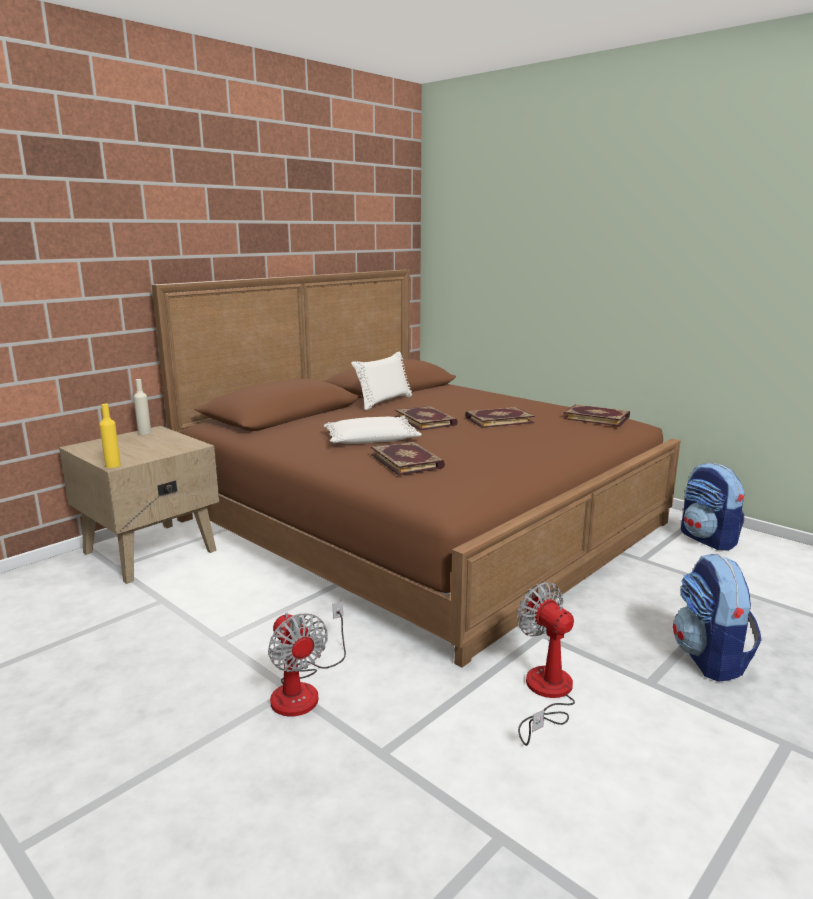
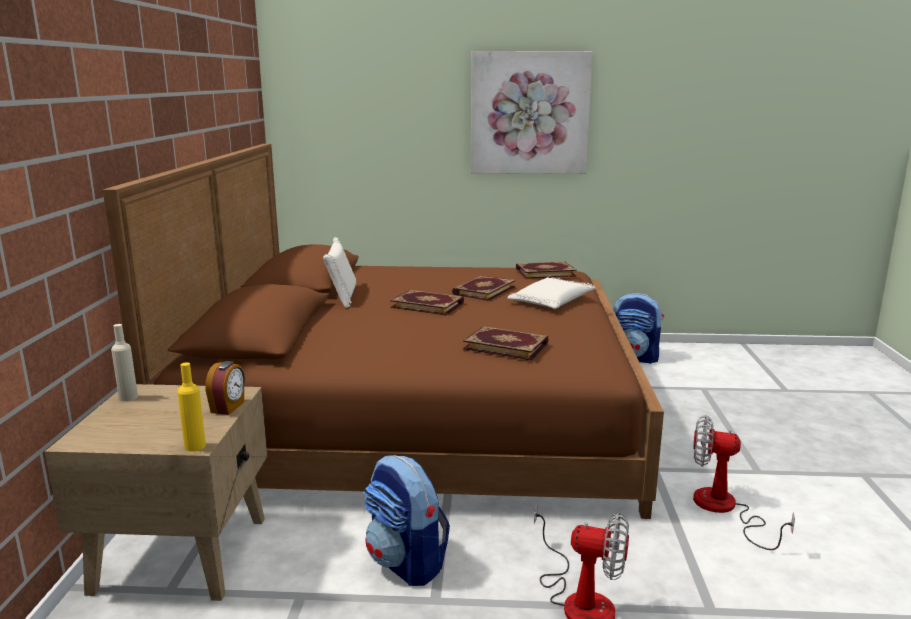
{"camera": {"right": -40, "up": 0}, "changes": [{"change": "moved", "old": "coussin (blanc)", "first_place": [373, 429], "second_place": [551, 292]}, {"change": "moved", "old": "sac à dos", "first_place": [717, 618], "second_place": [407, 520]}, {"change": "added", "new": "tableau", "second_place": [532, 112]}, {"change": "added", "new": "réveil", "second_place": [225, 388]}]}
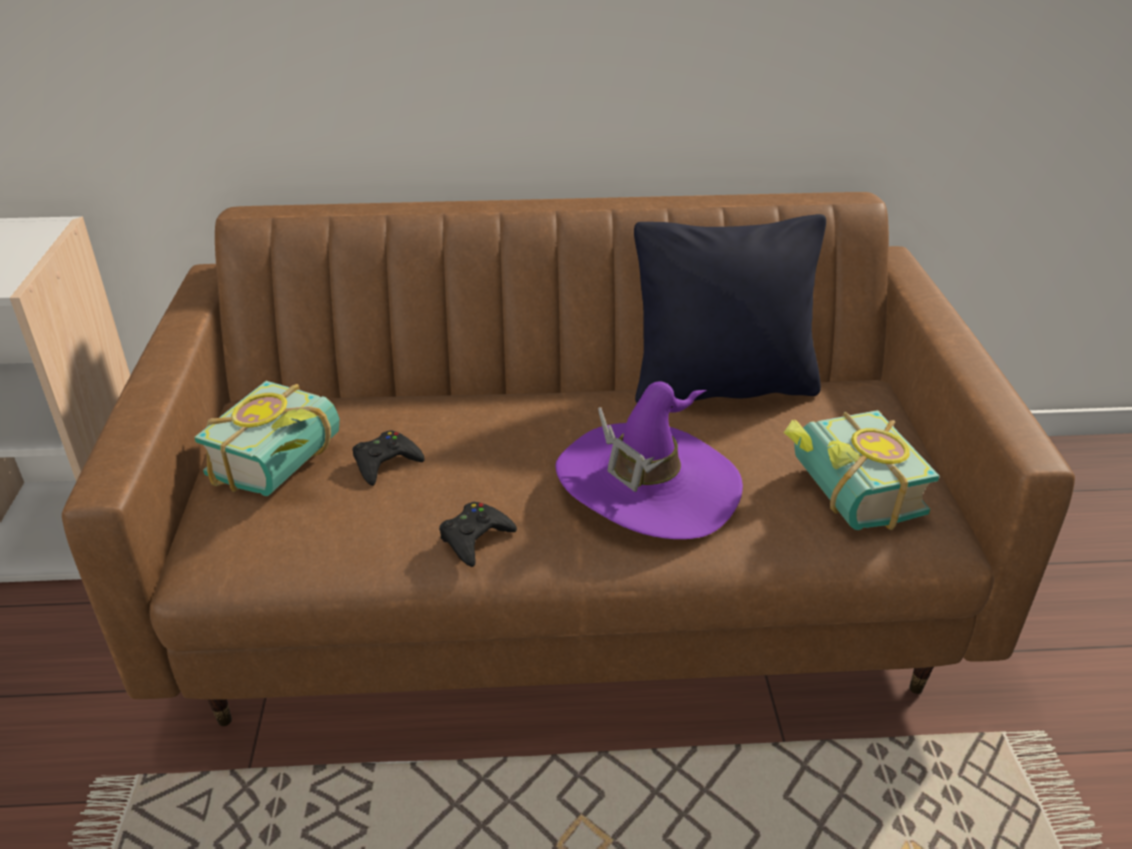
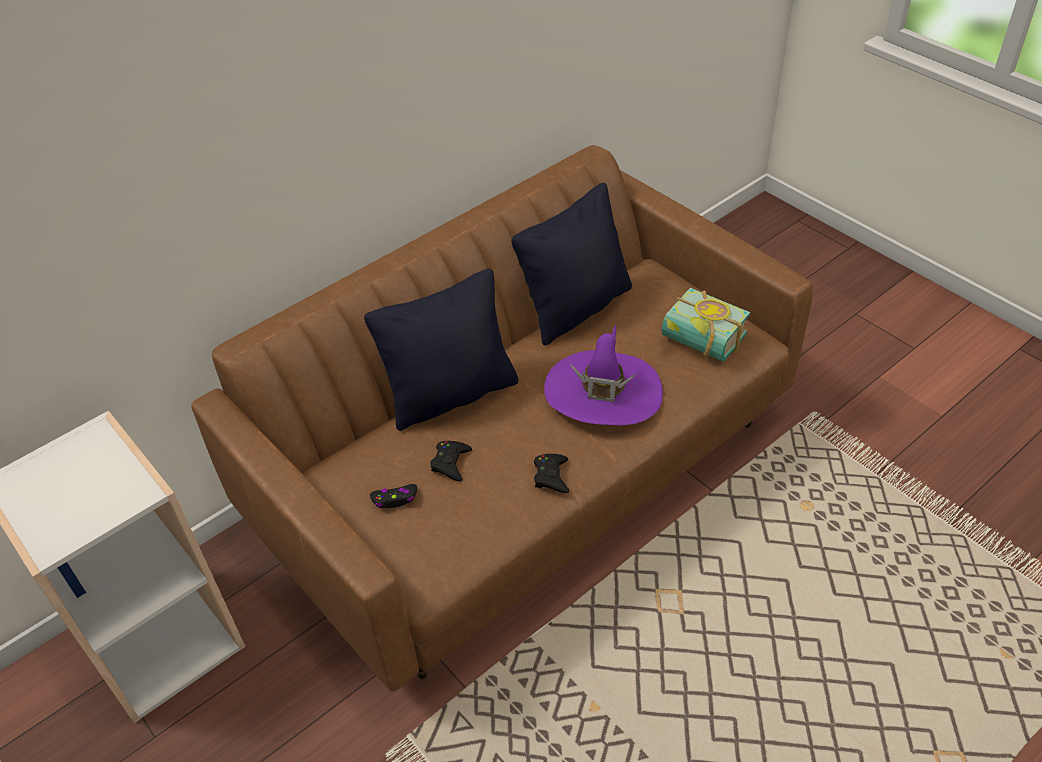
{"camera": {"right": -35, "up": 10}, "changes": [{"change": "replaced", "old": "livre", "new": "manette (noir)", "first_place": [267, 438], "second_place": [393, 496]}, {"change": "added", "new": "coussin (noir)", "second_place": [441, 350]}]}
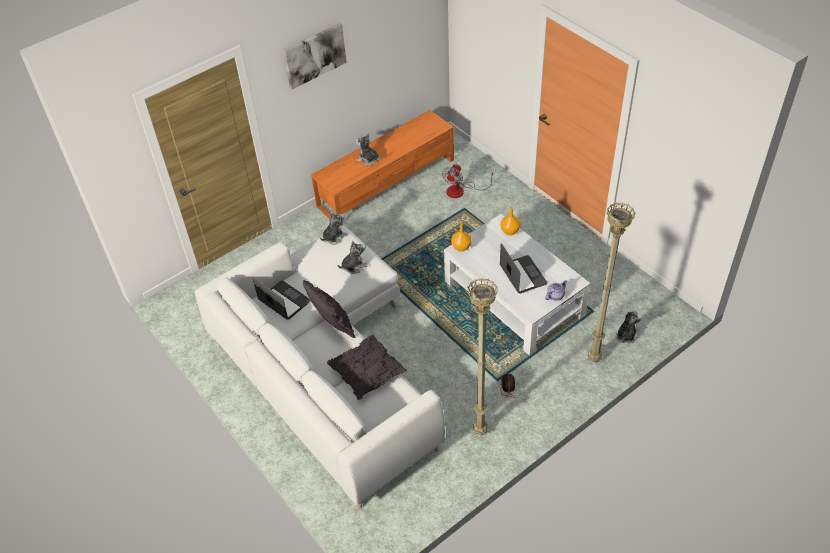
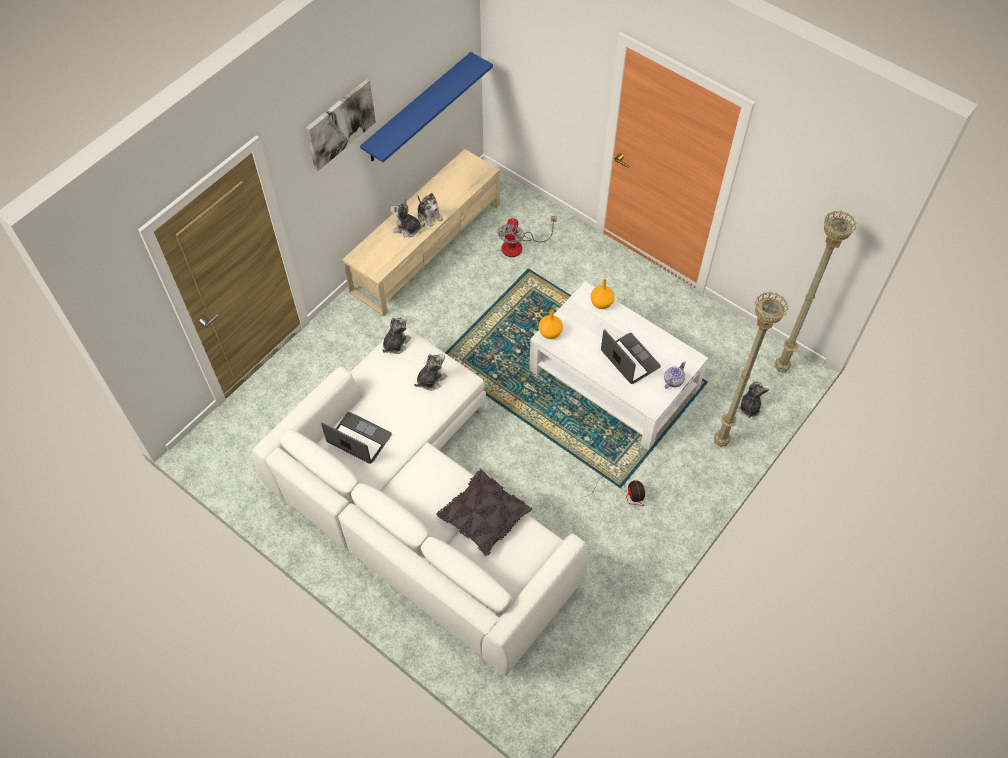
{"camera": {"right": -15, "up": 10}, "changes": [{"change": "recoloured", "old": "meuble télé (orange)", "new": "meuble télé (beige)", "first_place": [382, 168], "second_place": [421, 232]}, {"change": "moved", "old": "lampadaire (beige)", "first_place": [482, 356], "second_place": [815, 292]}, {"change": "removed", "old": "coussin (noir)", "first_place": [329, 309]}, {"change": "added", "new": "étagère (bleu)", "second_place": [426, 107]}, {"change": "added", "new": "peluche", "second_place": [430, 210]}]}
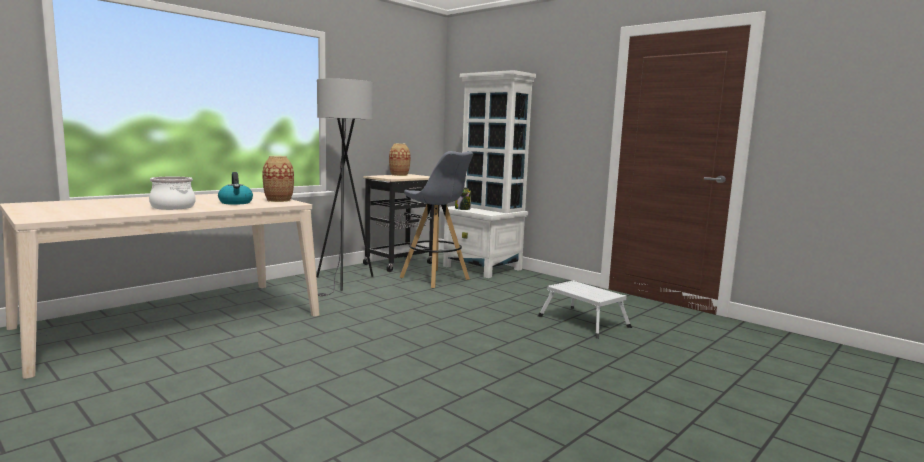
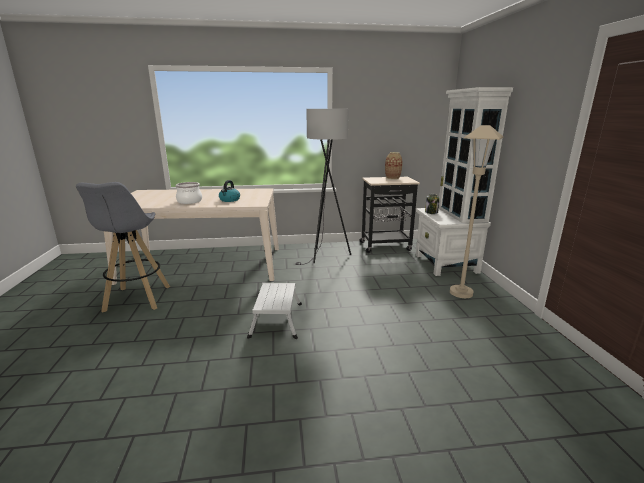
{"camera": {"right": 40, "up": 10}, "changes": [{"change": "moved", "old": "tabouret (gris)", "first_place": [436, 219], "second_place": [123, 247]}, {"change": "removed", "old": "vase", "first_place": [278, 179]}, {"change": "moved", "old": "escabeau (blanc)", "first_place": [585, 309], "second_place": [274, 311]}, {"change": "added", "new": "lampadaire (beige)", "second_place": [476, 211]}]}
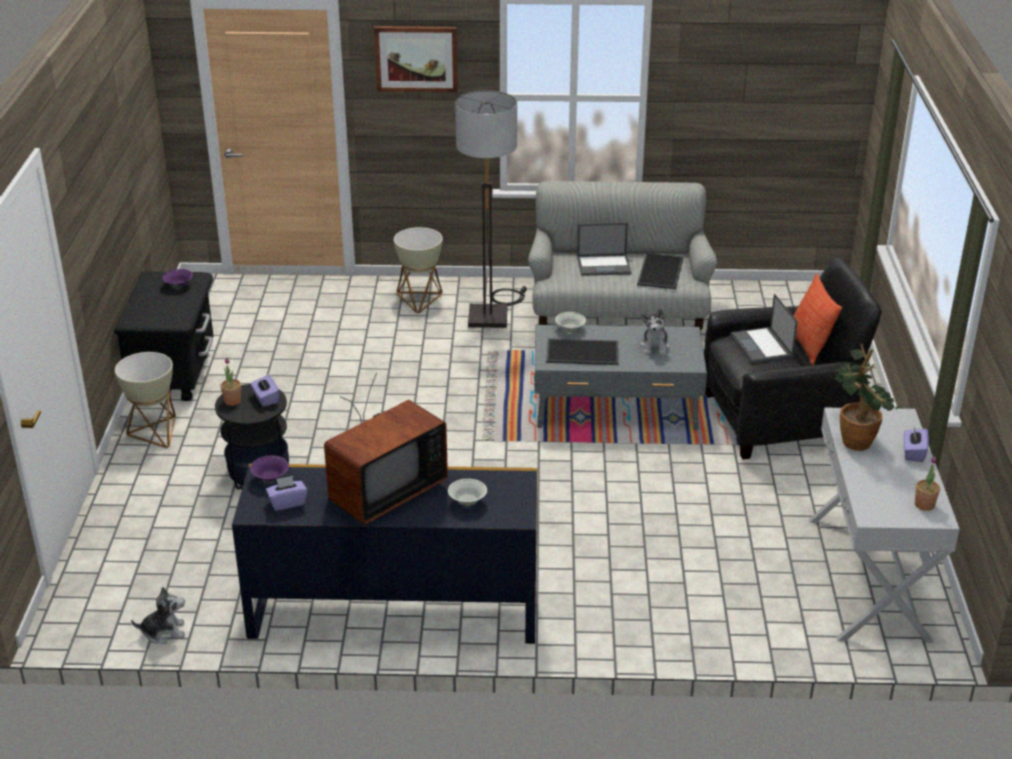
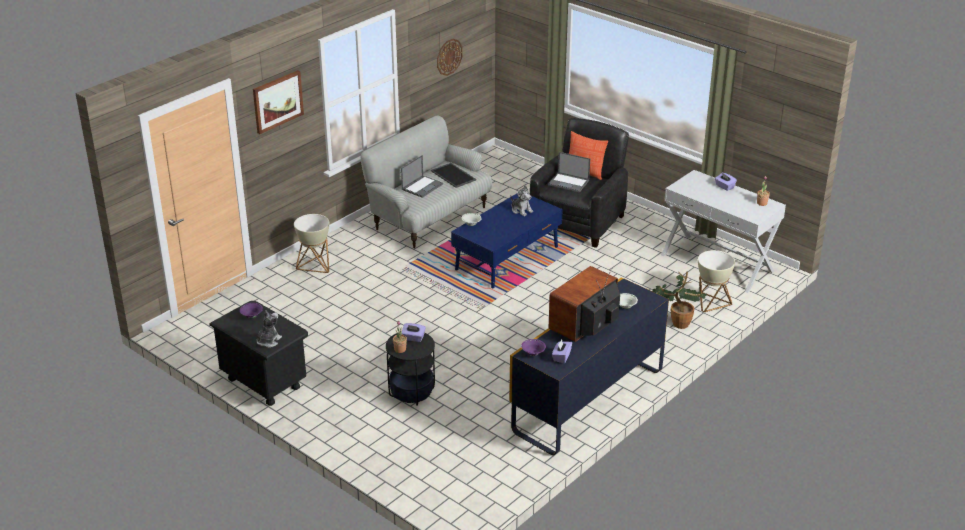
{"camera": {"right": -50, "up": 0}, "changes": [{"change": "removed", "old": "lampadaire", "first_place": [491, 209]}, {"change": "recoloured", "old": "table basse (gris)", "new": "table basse (bleu)", "first_place": [620, 377], "second_place": [507, 241]}, {"change": "removed", "old": "plateau", "first_place": [582, 351]}, {"change": "moved", "old": "plante en pot", "first_place": [867, 397], "second_place": [680, 300]}, {"change": "moved", "old": "cache-pot", "first_place": [145, 400], "second_place": [716, 281]}, {"change": "turned", "old": "téléviseur", "first_place": [386, 448], "second_place": [584, 304], "degrees": -135}, {"change": "moved", "old": "peluche", "first_place": [158, 615], "second_place": [269, 329]}, {"change": "added", "new": "horloge murale", "second_place": [450, 57]}]}
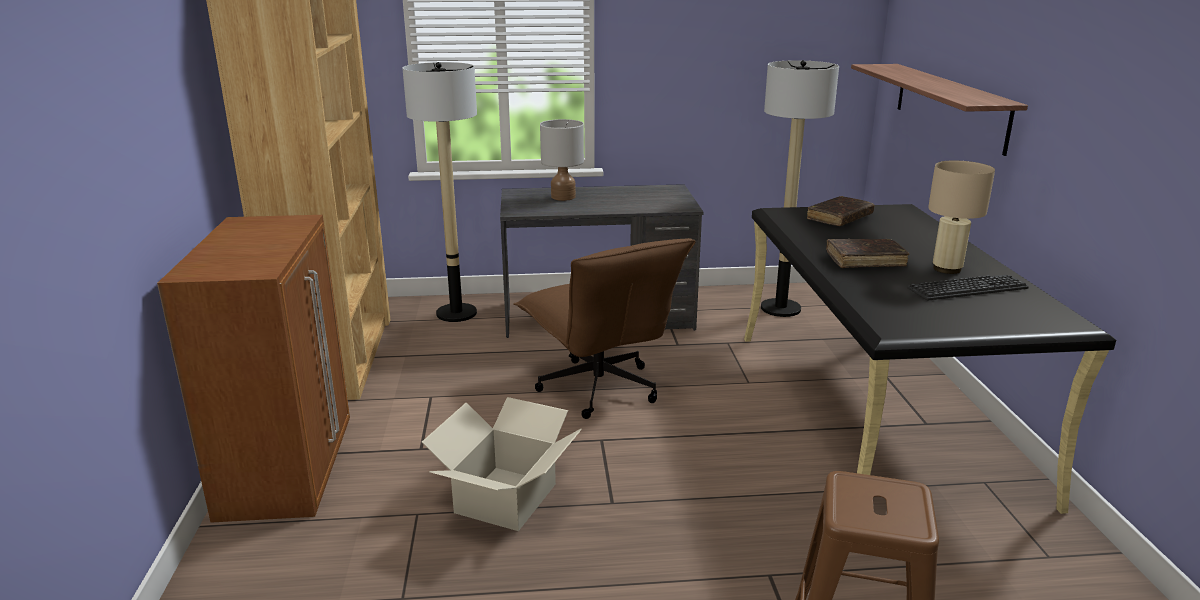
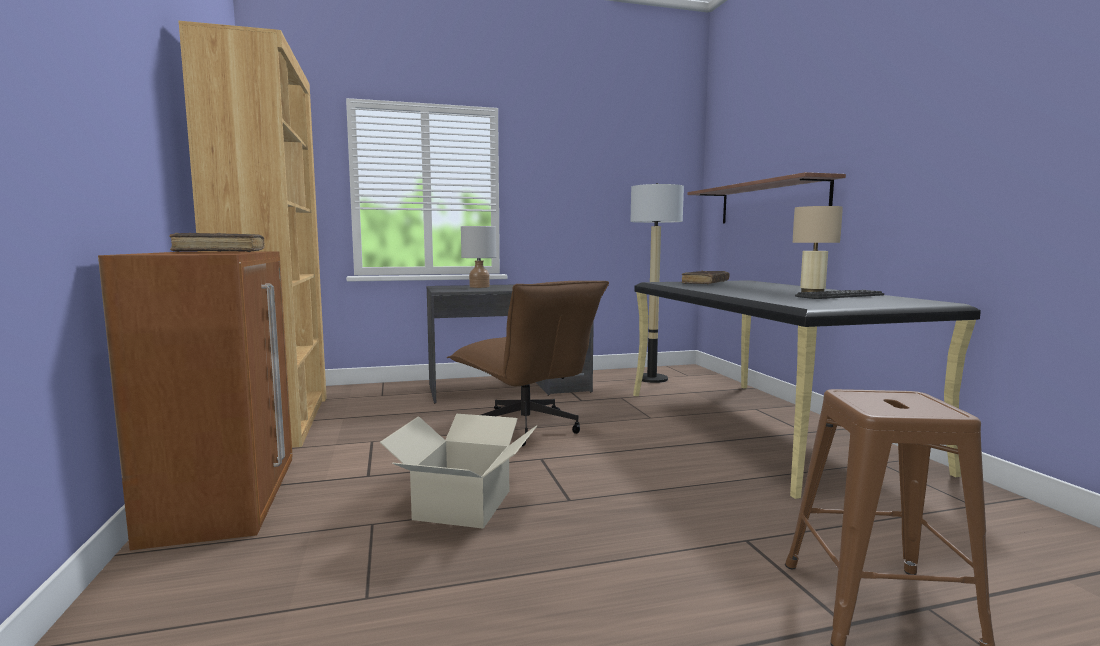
{"camera": {"right": -10, "up": -15}, "changes": [{"change": "removed", "old": "lampadaire", "first_place": [439, 192]}, {"change": "moved", "old": "livre (marron)", "first_place": [867, 253], "second_place": [216, 242]}]}
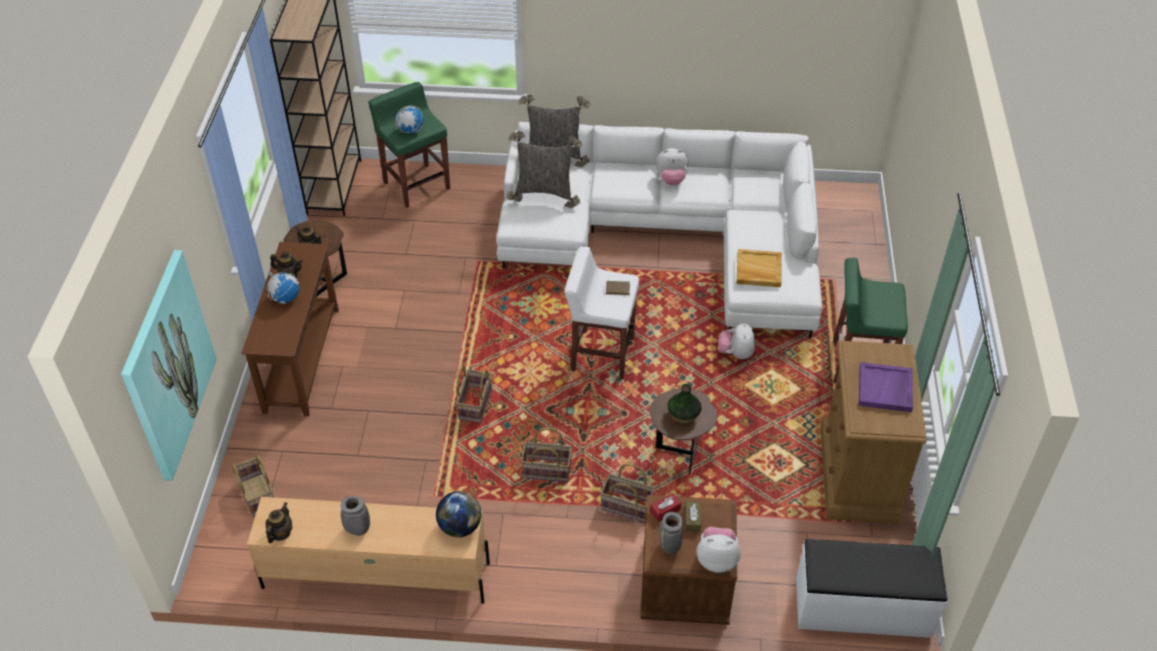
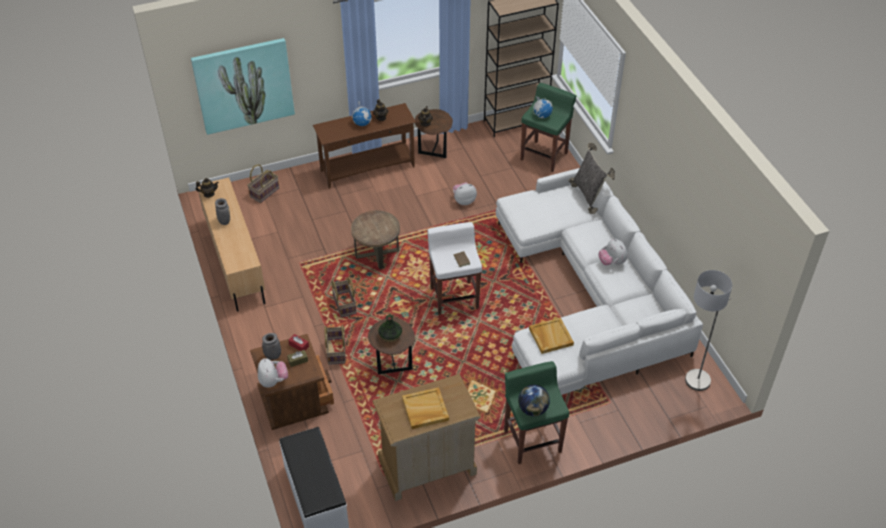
{"camera": {"right": 65, "up": 0}, "changes": [{"change": "removed", "old": "coussin", "first_place": [544, 170]}, {"change": "moved", "old": "peluche", "first_place": [736, 341], "second_place": [465, 193]}, {"change": "recoloured", "old": "plateau (violet)", "new": "plateau (beige)", "first_place": [886, 387], "second_place": [425, 408]}, {"change": "replaced", "old": "panier", "new": "table d'appoint (marron)", "first_place": [474, 394], "second_place": [375, 239]}, {"change": "moved", "old": "globe", "first_place": [458, 514], "second_place": [534, 400]}, {"change": "added", "new": "lampadaire (gris)", "second_place": [708, 330]}]}
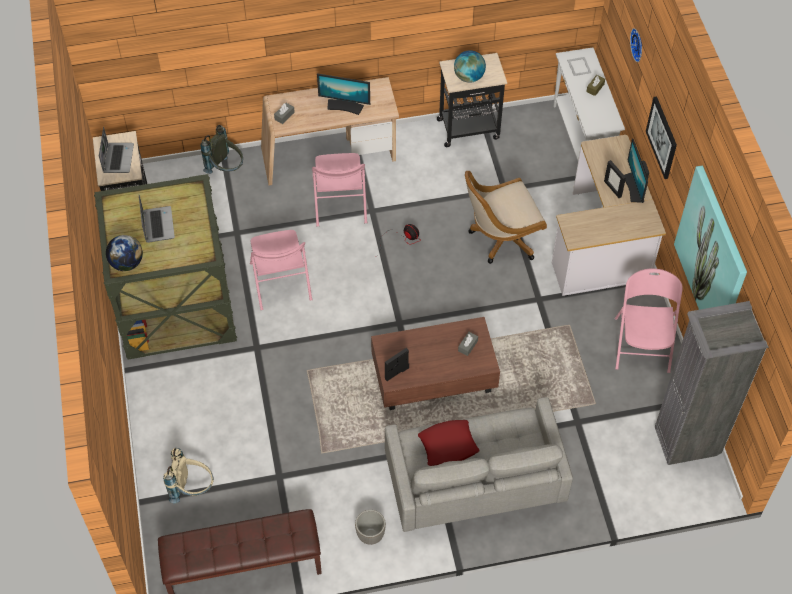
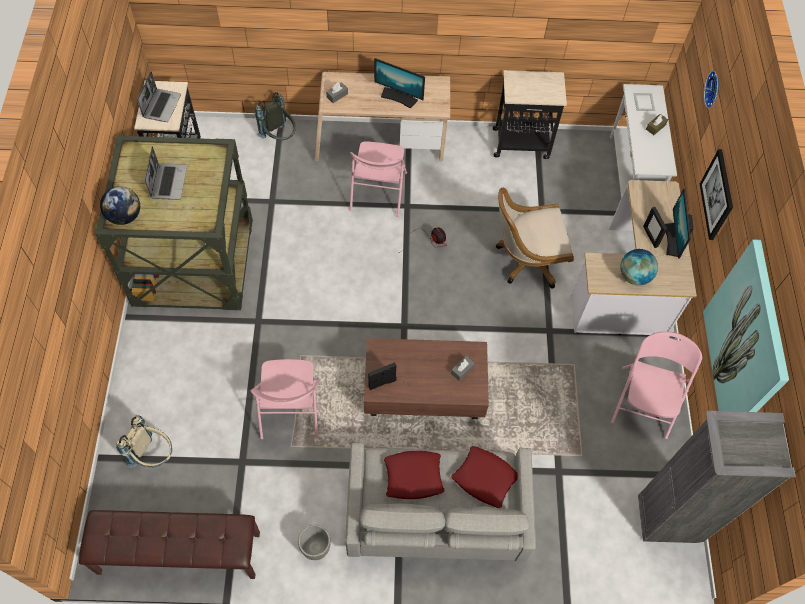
{"camera": {"right": 10, "up": 5}, "changes": [{"change": "moved", "old": "globe", "first_place": [470, 66], "second_place": [639, 267]}, {"change": "moved", "old": "chaise (rose)", "first_place": [281, 270], "second_place": [286, 399]}, {"change": "added", "new": "coussin (rouge)", "second_place": [484, 477]}]}
